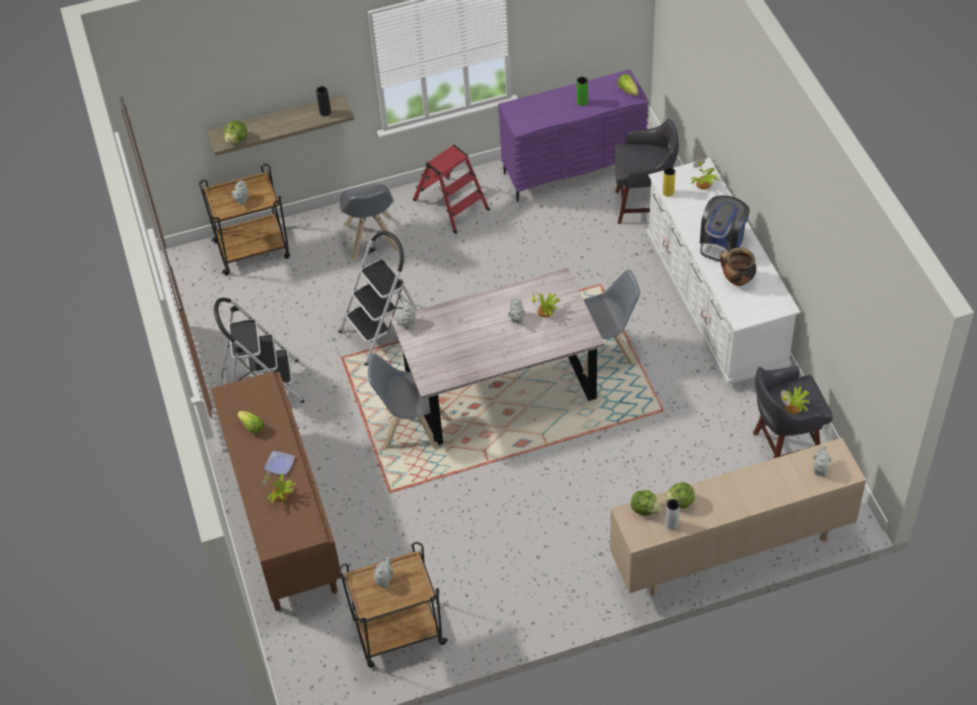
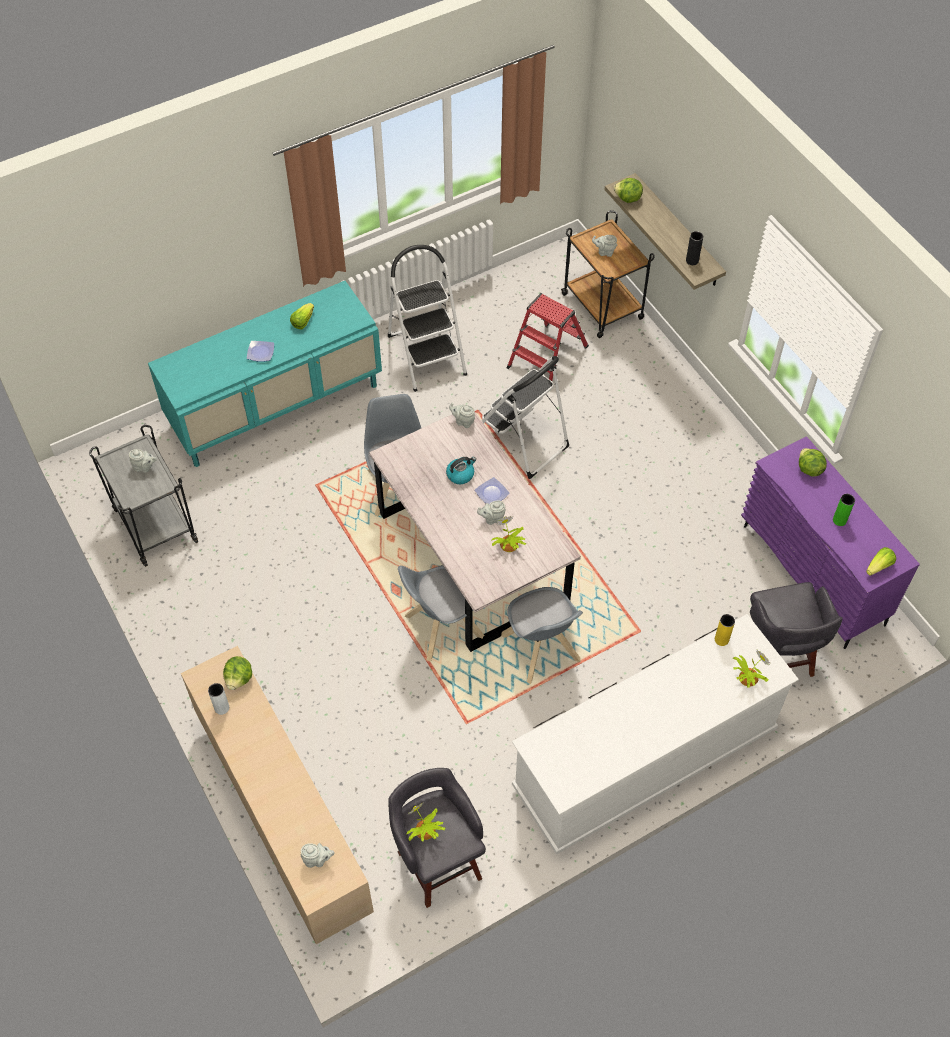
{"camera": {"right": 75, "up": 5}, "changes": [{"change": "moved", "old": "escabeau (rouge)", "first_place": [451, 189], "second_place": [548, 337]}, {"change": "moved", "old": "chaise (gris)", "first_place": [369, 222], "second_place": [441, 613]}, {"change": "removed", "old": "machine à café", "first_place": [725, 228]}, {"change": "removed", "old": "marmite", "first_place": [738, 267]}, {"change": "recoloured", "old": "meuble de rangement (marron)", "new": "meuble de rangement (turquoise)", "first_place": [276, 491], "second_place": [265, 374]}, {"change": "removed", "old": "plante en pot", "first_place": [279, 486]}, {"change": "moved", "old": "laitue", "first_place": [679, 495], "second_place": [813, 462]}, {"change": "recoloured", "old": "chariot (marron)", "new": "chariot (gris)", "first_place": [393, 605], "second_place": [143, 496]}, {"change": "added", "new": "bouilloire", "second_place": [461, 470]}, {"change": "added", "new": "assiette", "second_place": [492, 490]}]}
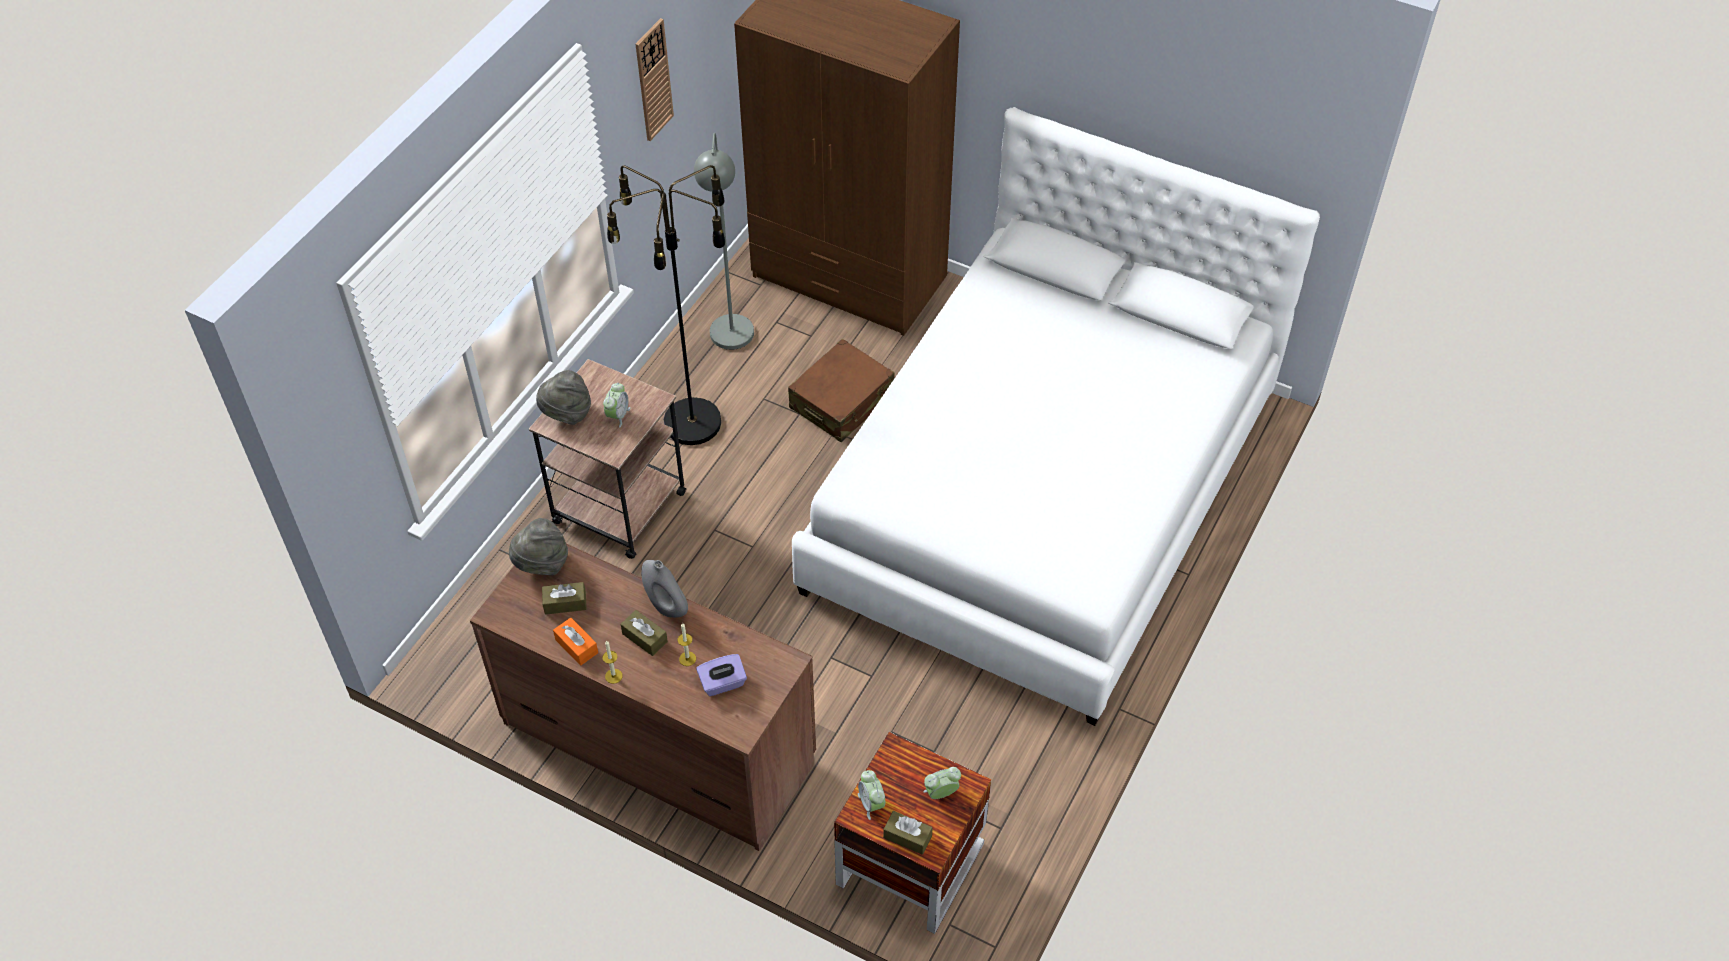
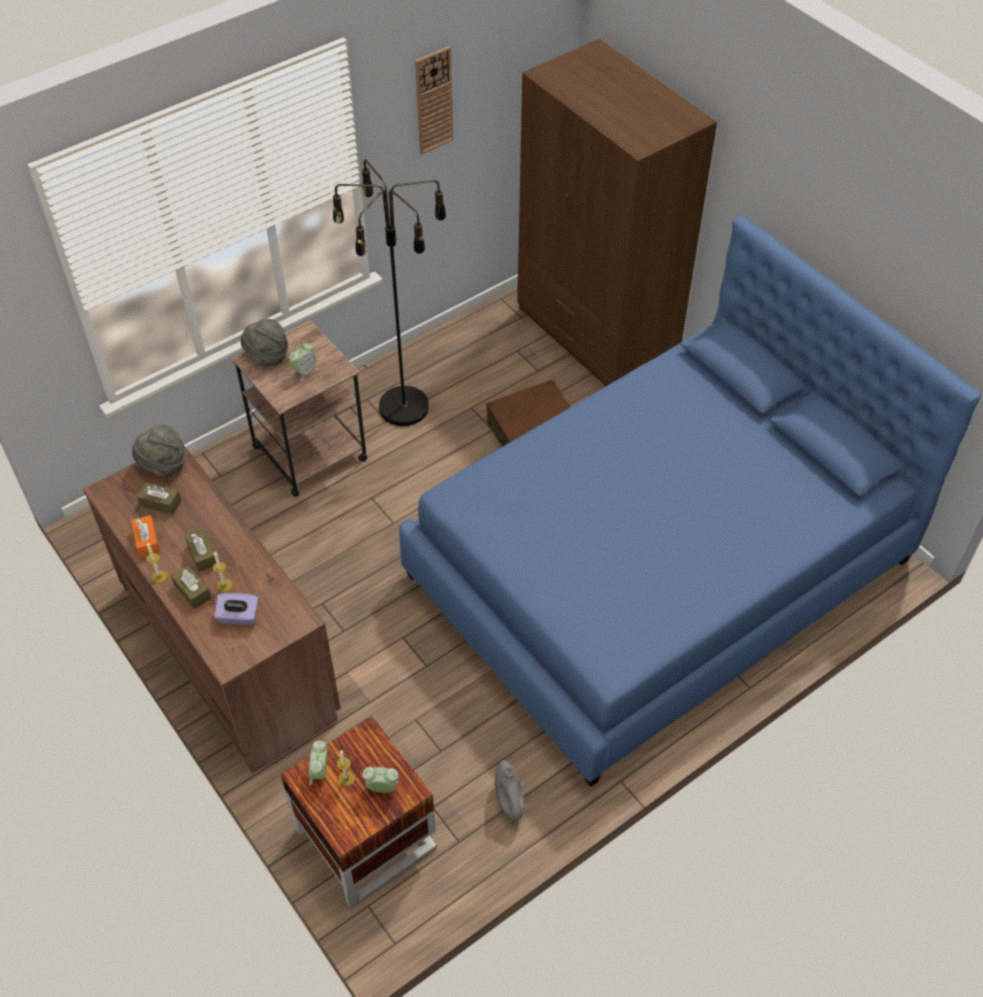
{"camera": {"right": 25, "up": 0}, "changes": [{"change": "recoloured", "old": "lit (blanc)", "new": "lit (bleu)", "first_place": [1056, 416], "second_place": [690, 501]}, {"change": "removed", "old": "lampadaire (gris)", "first_place": [724, 241]}, {"change": "moved", "old": "vase (gris)", "first_place": [664, 589], "second_place": [510, 790]}, {"change": "moved", "old": "boîte à mouchoirs (marron)", "first_place": [908, 833], "second_place": [191, 587]}, {"change": "added", "new": "bougie", "second_place": [346, 768]}]}
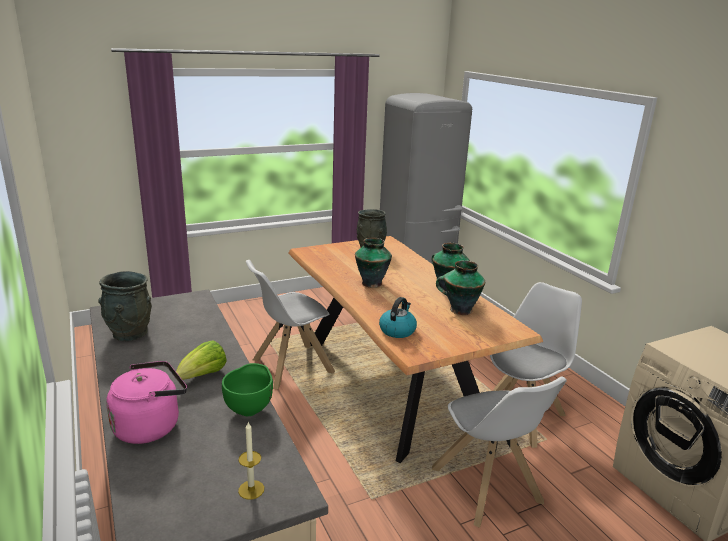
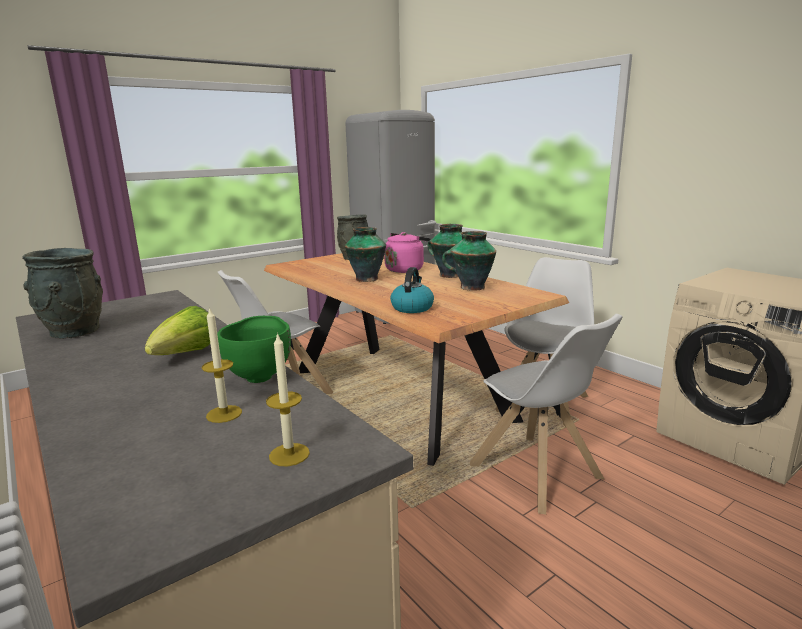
{"camera": {"right": -10, "up": -5}, "changes": [{"change": "moved", "old": "bouilloire (rose)", "first_place": [146, 402], "second_place": [407, 252]}, {"change": "added", "new": "bougie", "second_place": [222, 365]}]}
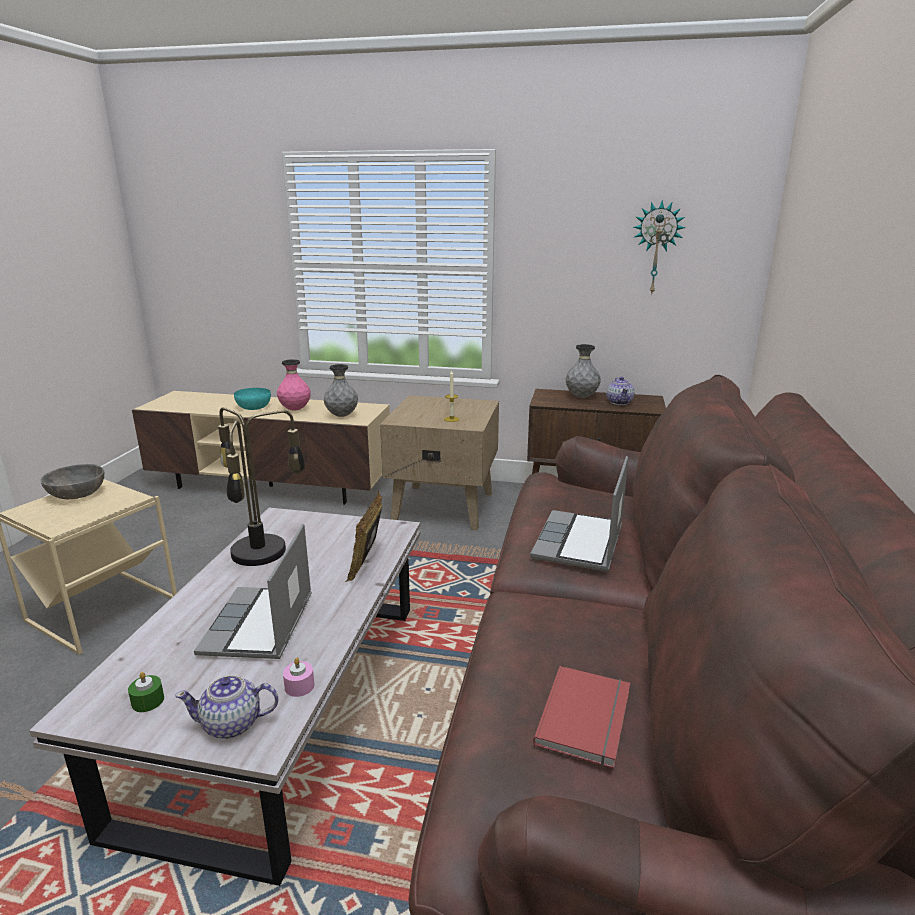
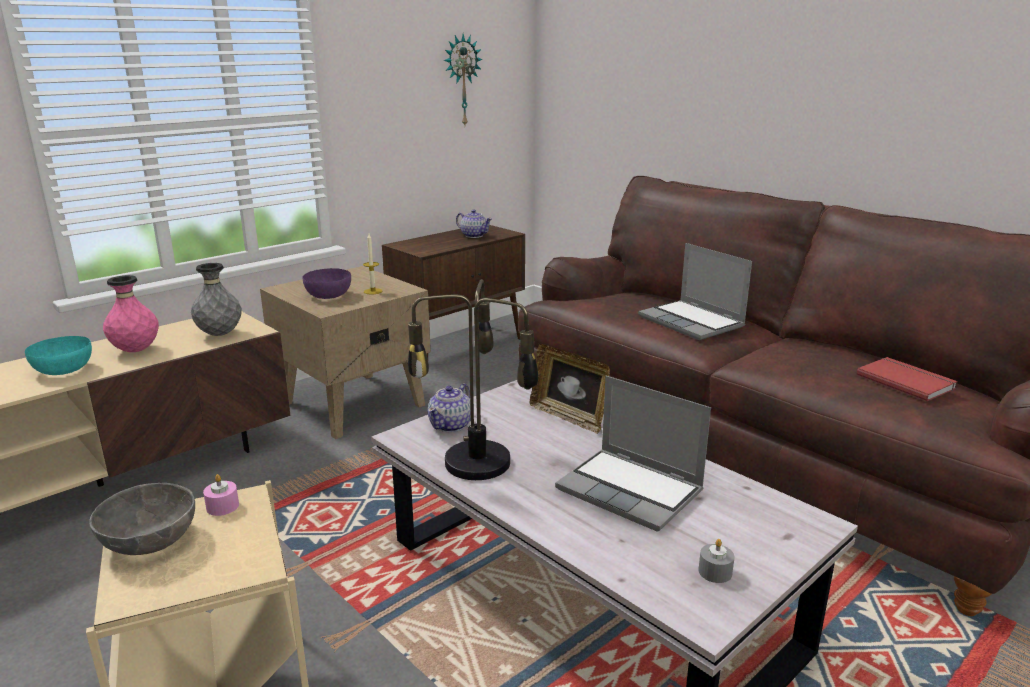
{"camera": {"right": -55, "up": 0}, "changes": [{"change": "removed", "old": "vase (gris)", "first_place": [583, 371]}, {"change": "moved", "old": "bougie (rose)", "first_place": [299, 677], "second_place": [221, 495]}, {"change": "recoloured", "old": "bougie (vert)", "new": "bougie (gris)", "first_place": [146, 692], "second_place": [716, 561]}, {"change": "moved", "old": "théière", "first_place": [227, 707], "second_place": [449, 407]}, {"change": "added", "new": "bol (violet)", "second_place": [327, 283]}]}
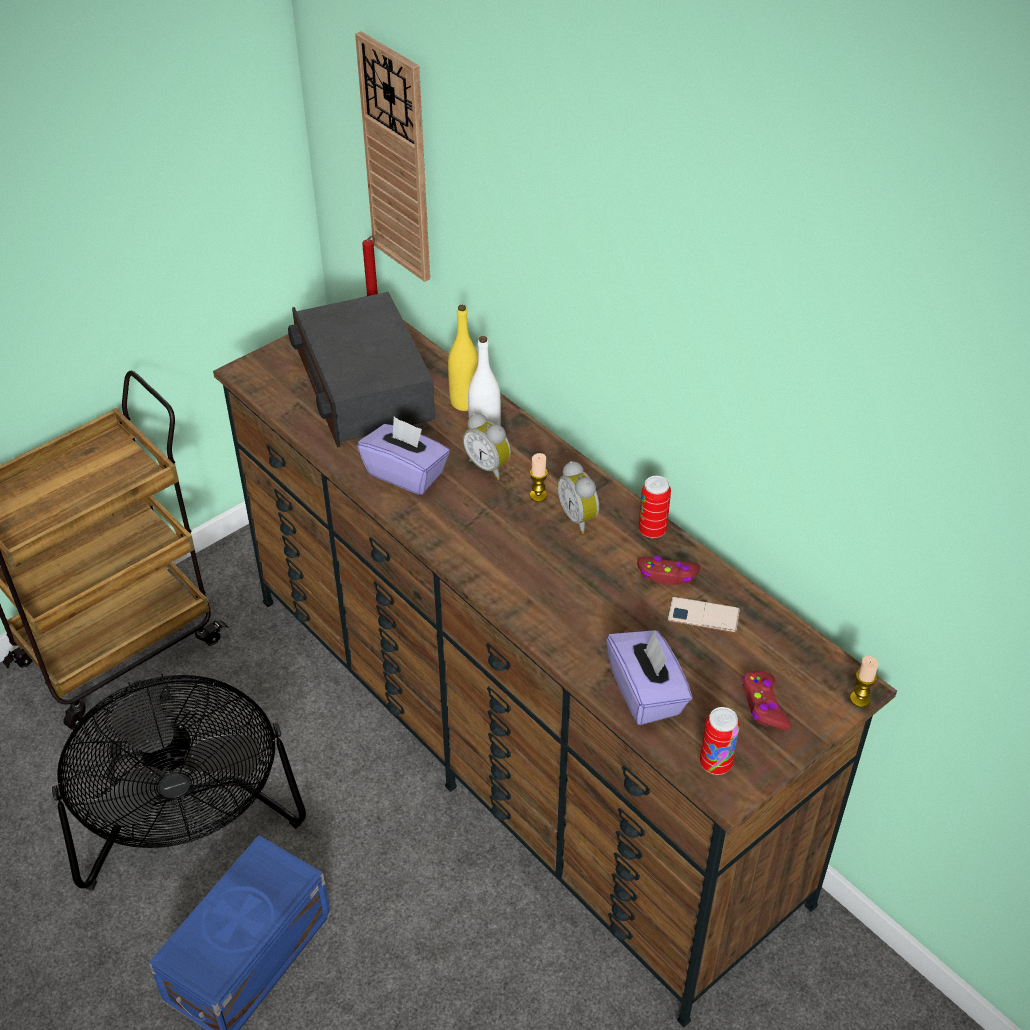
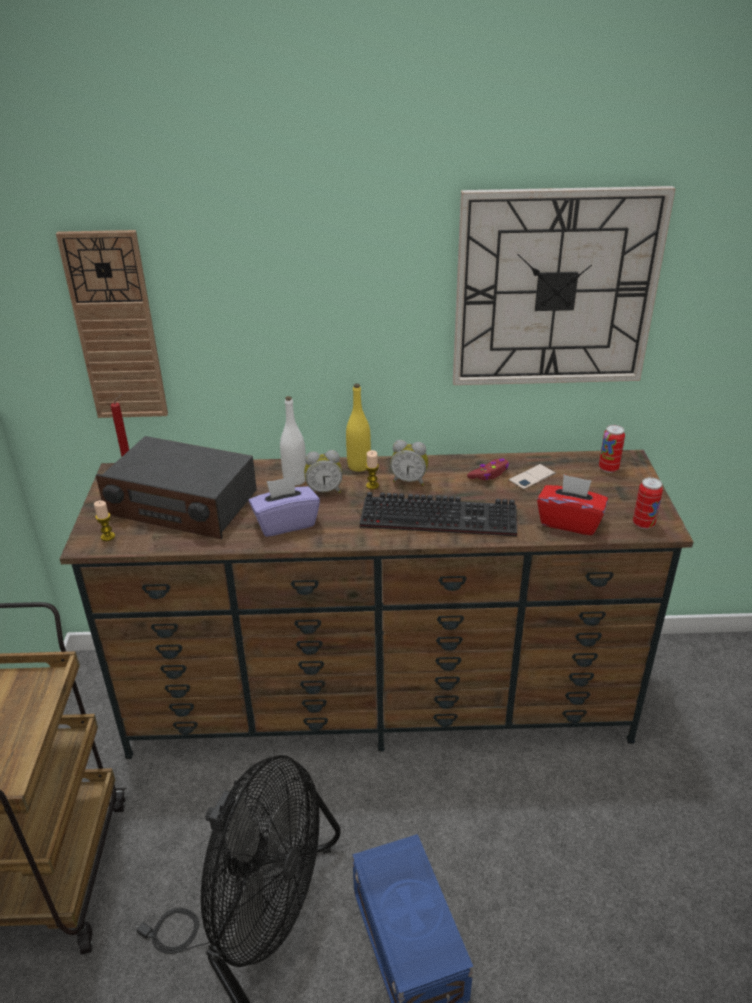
{"camera": {"right": -50, "up": -10}, "changes": [{"change": "moved", "old": "bouteille (jaune)", "first_place": [463, 358], "second_place": [358, 428]}, {"change": "moved", "old": "boîte métallique", "first_place": [655, 507], "second_place": [612, 449]}, {"change": "recoloured", "old": "boîte à mouchoirs (violet)", "new": "boîte à mouchoirs (rouge)", "first_place": [649, 677], "second_place": [572, 504]}, {"change": "moved", "old": "bougie", "first_place": [864, 681], "second_place": [104, 521]}, {"change": "removed", "old": "manette (rouge)", "first_place": [766, 700]}, {"change": "added", "new": "horloge murale", "second_place": [564, 285]}, {"change": "added", "new": "clavier", "second_place": [438, 514]}]}
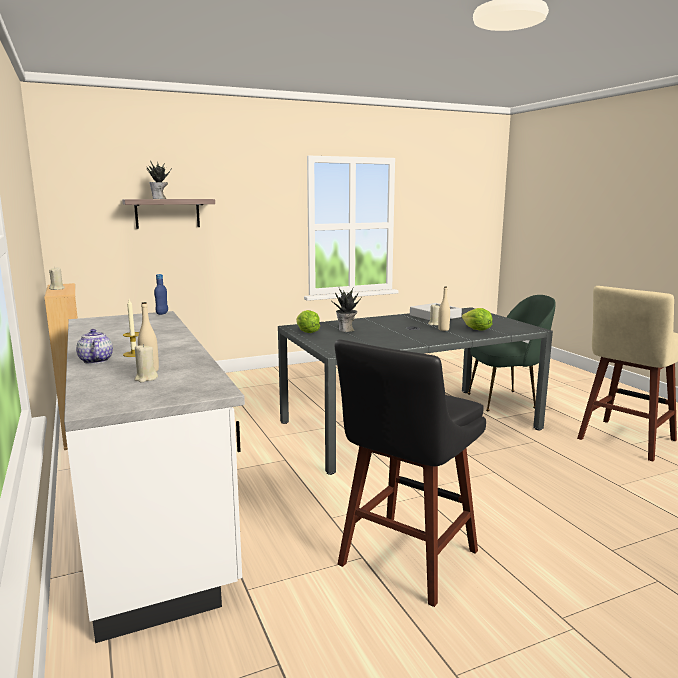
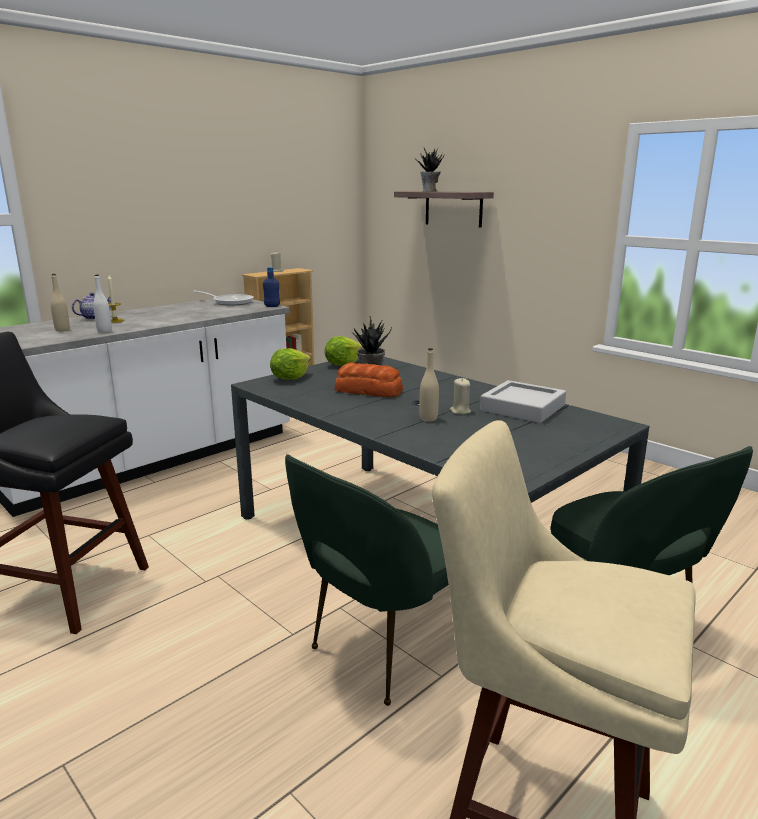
{"camera": {"right": 70, "up": 5}, "changes": [{"change": "moved", "old": "laitue", "first_place": [477, 319], "second_place": [290, 364]}, {"change": "removed", "old": "bougie (beige)", "first_place": [146, 363]}, {"change": "added", "new": "bouteille (blanc)", "second_place": [102, 303]}, {"change": "added", "new": "poêle", "second_place": [223, 298]}, {"change": "added", "new": "pain", "second_place": [369, 379]}, {"change": "added", "new": "chaise (vert)", "second_place": [367, 580]}]}
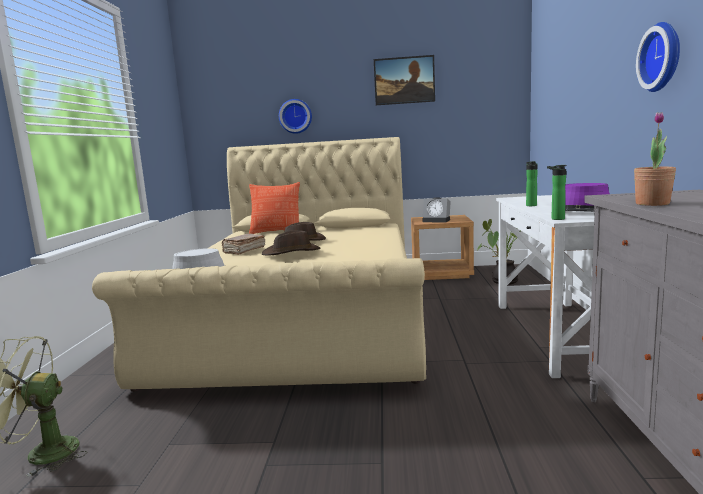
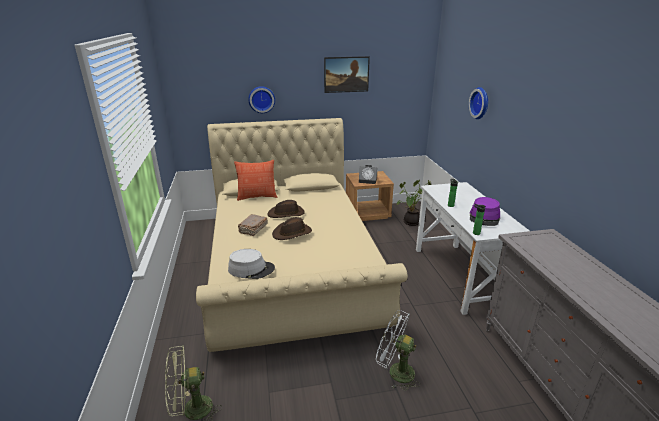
{"camera": {"right": -15, "up": 15}, "changes": [{"change": "moved", "old": "horloge murale", "first_place": [658, 57], "second_place": [478, 103]}, {"change": "removed", "old": "plante en pot", "first_place": [655, 159]}, {"change": "added", "new": "ventilateur (blanc)", "second_place": [398, 350]}]}
